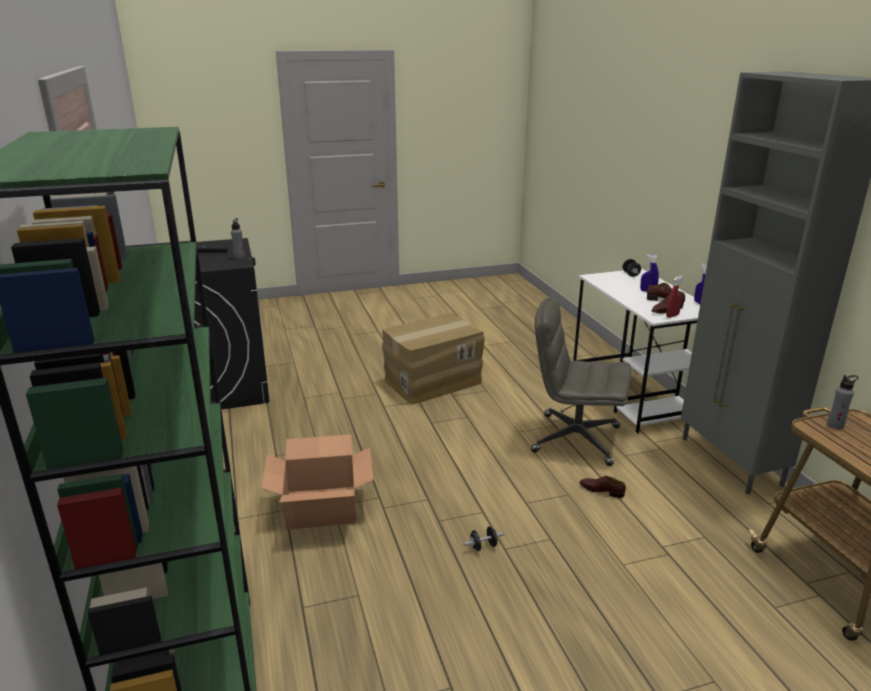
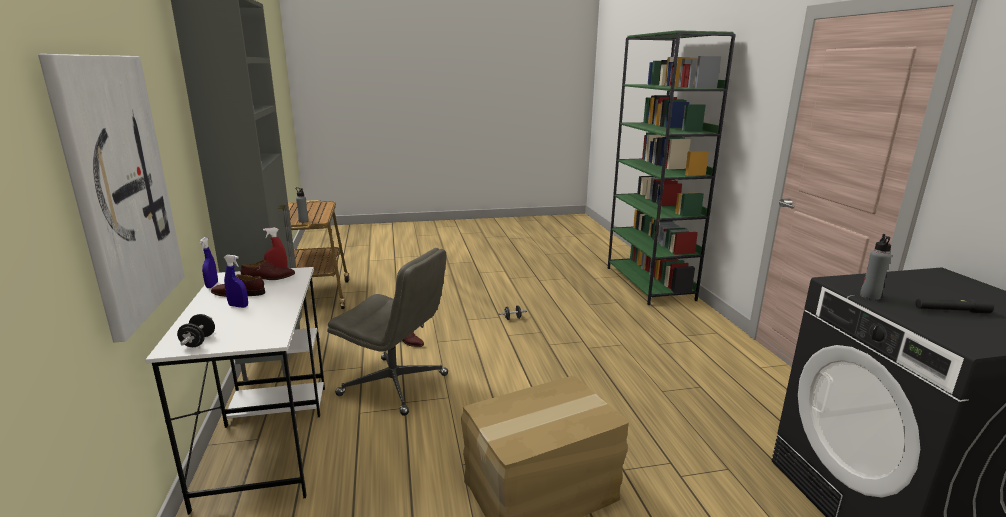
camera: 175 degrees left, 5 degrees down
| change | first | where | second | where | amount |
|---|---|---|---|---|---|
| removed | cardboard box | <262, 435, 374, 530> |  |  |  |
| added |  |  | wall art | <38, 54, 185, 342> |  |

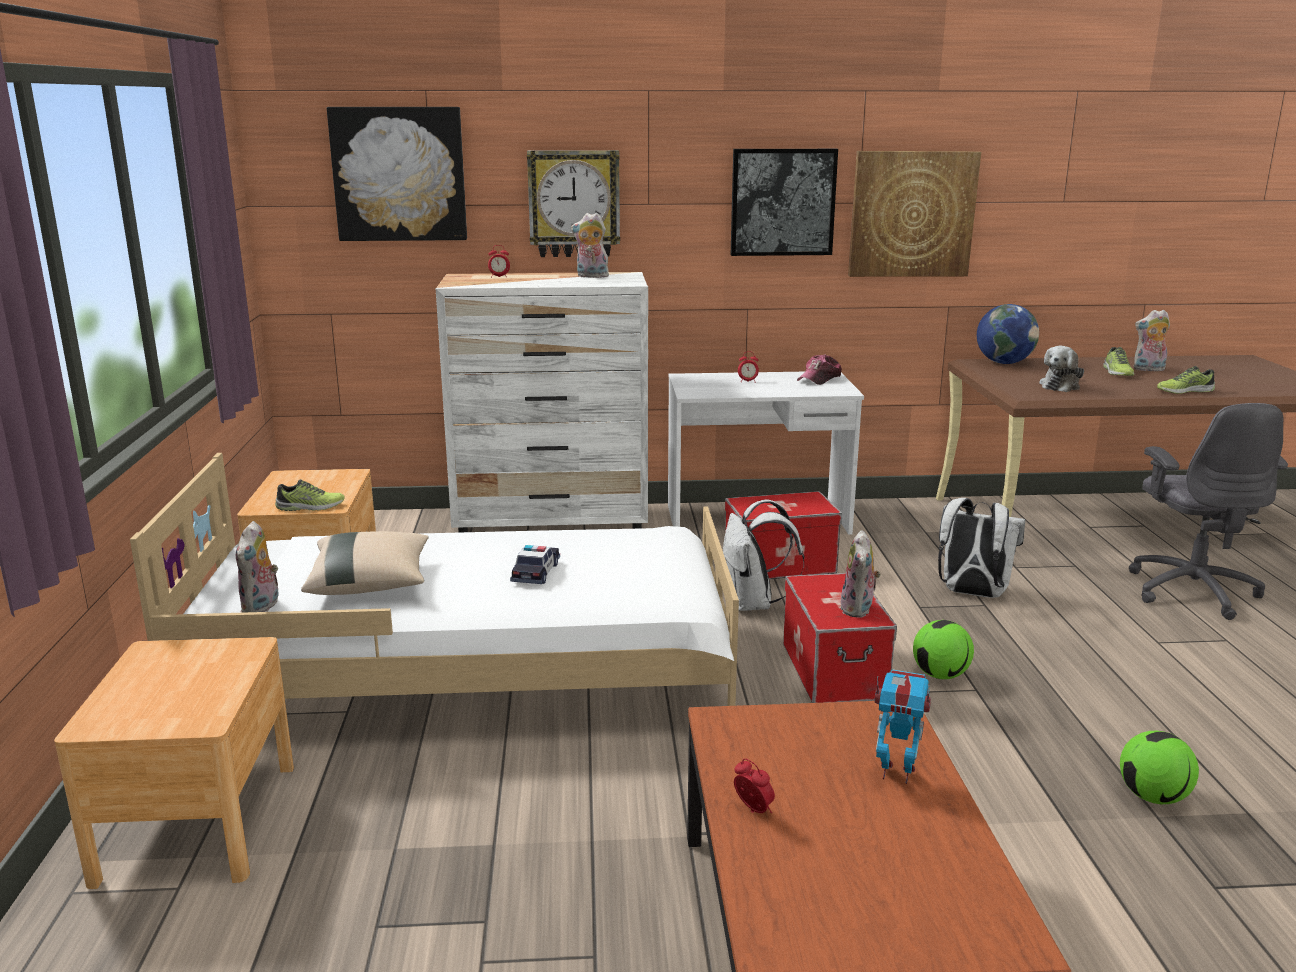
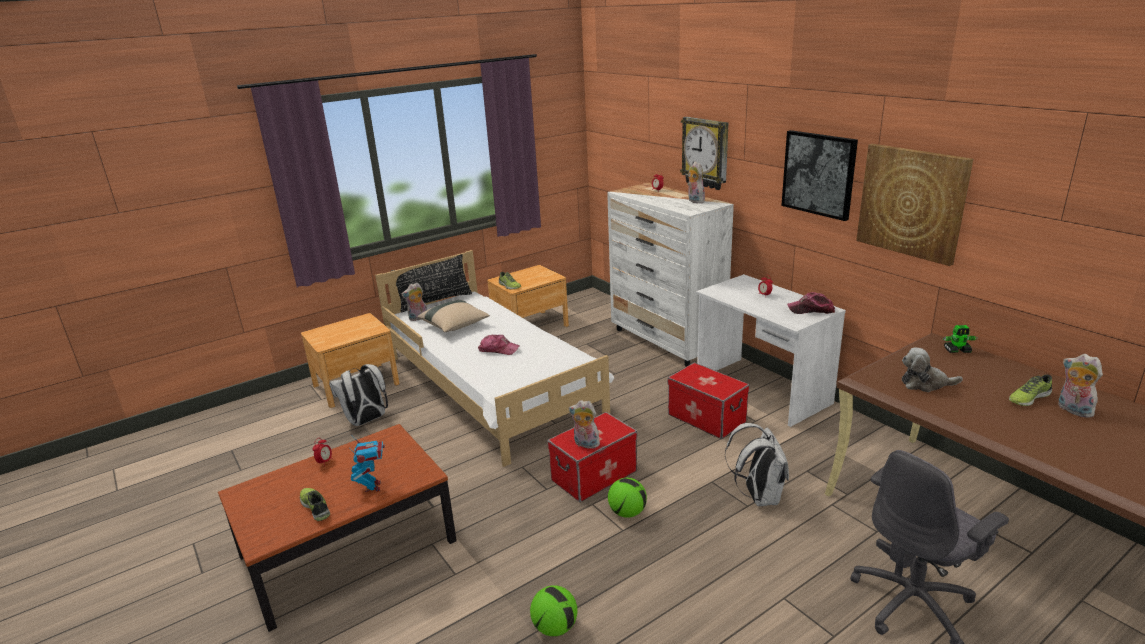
camera: 60 degrees right, 5 degrees up
| change | first | where | second | where | amount |
|---|---|---|---|---|---|
| removed | wall art | <327, 107, 467, 241> |  |  |  |
| replaced | model car | <510, 545, 560, 584> | peaked cap | <478, 335, 520, 355> |  |
| moved | white backpack | <723, 499, 804, 611> |  | <329, 364, 388, 426> |  |
| turned | cuddly toy | <840, 530, 881, 618> |  | <569, 400, 600, 449> | 45 degrees clockwise |
| replaced | desk globe | <977, 304, 1039, 364> | robot figure | <943, 325, 978, 353> |  |
| moved | item of footwear | <1157, 366, 1215, 394> |  | <300, 488, 330, 521> |  |
| added |  |  | black pillow | <391, 254, 472, 312> |  |

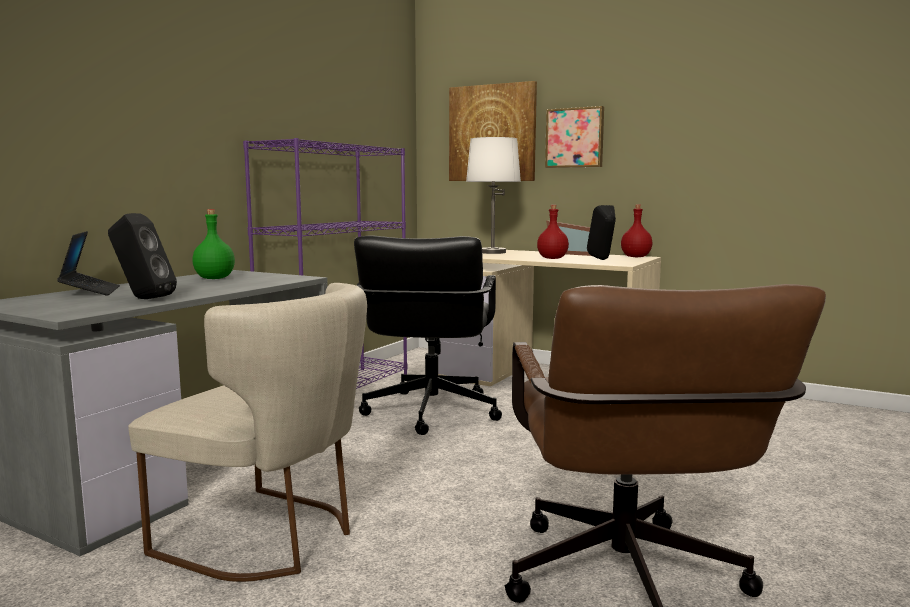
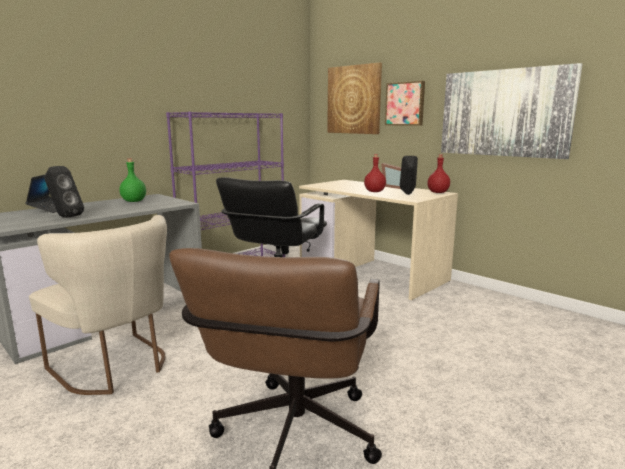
camera: 15 degrees right, 5 degrees up
| change | first | where | second | where | amount |
|---|---|---|---|---|---|
| removed | white table lamp | <466, 137, 521, 254> |  |  |  |
| added |  |  | wall art | <441, 63, 583, 159> |  |

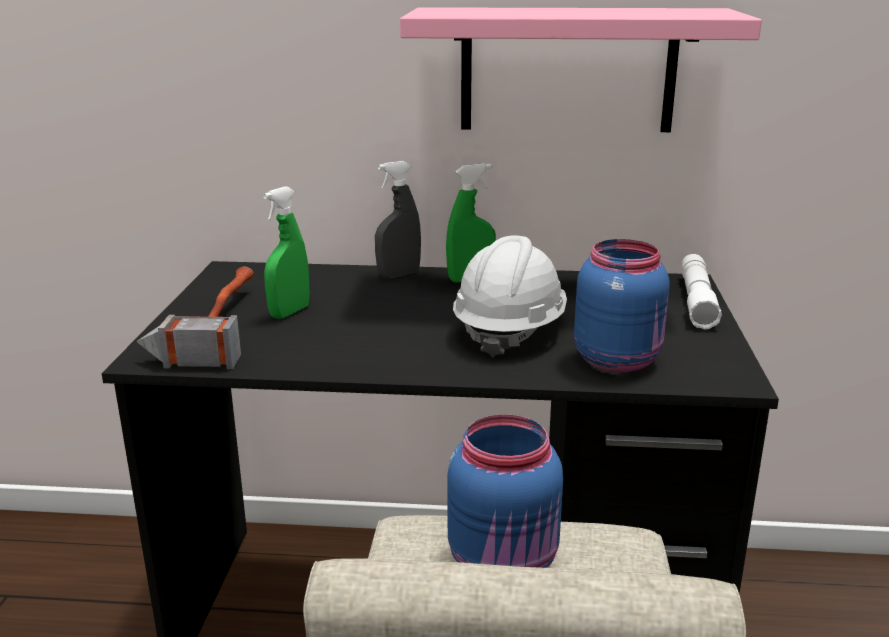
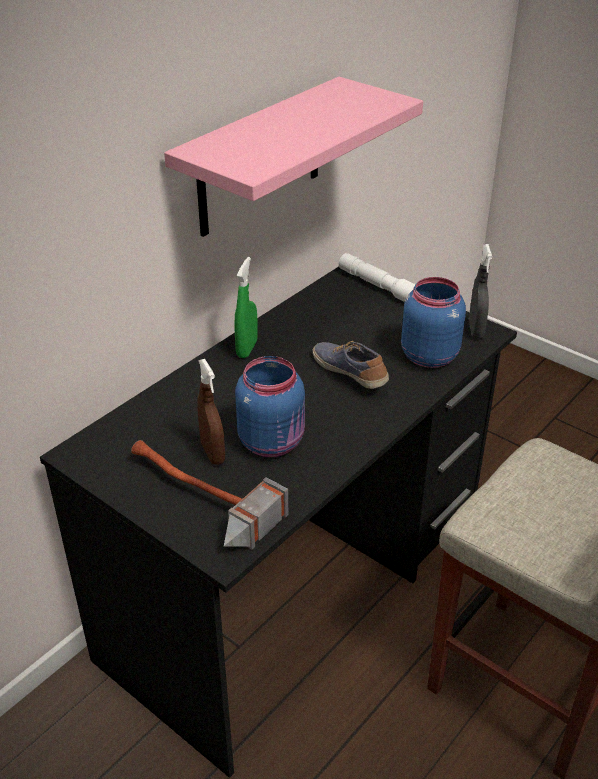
camera: 55 degrees left, 15 degrees up
| change | first | where | second | where | amount |
|---|---|---|---|---|---|
| recoloured | green-coloured sprayer | <263, 186, 310, 319> | brown sprayer | <198, 359, 225, 465> |  |
| moved | greyish sprayer | <375, 161, 421, 279> |  | <469, 244, 492, 339> |  |
| moved | blue-coloured preserve jar | <448, 414, 563, 568> |  | <235, 356, 305, 457> |  |
| replaced | white work helmet | <453, 235, 567, 358> | item of footwear | <313, 341, 389, 389> |  |

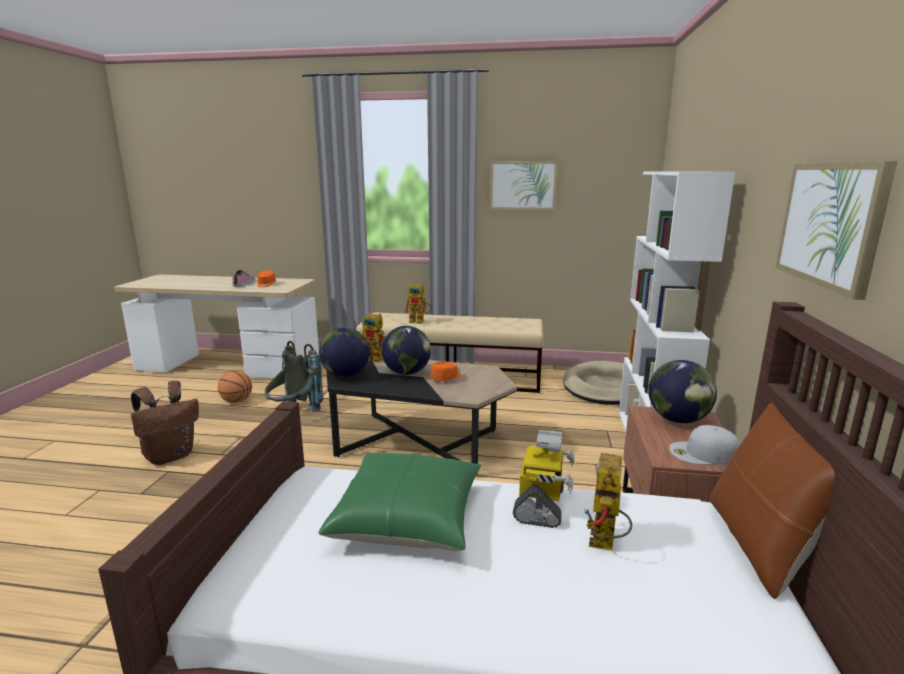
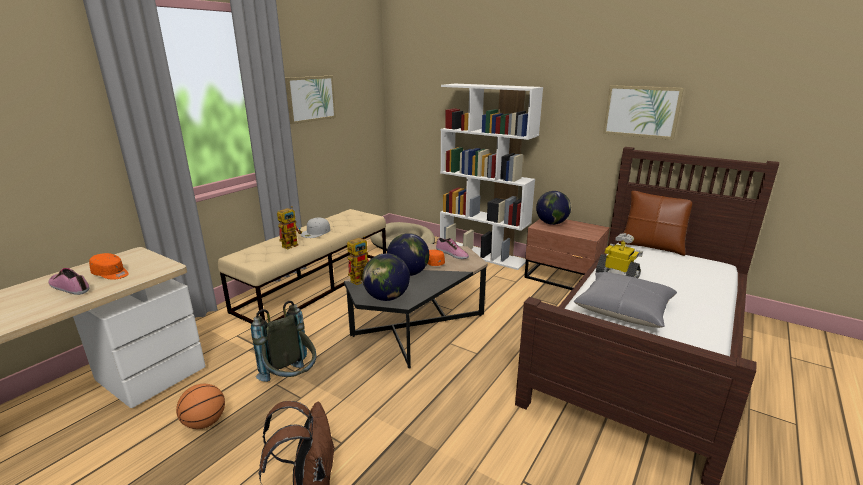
camera: 65 degrees left, 5 degrees up
| change | first | where | second | where | amount |
|---|---|---|---|---|---|
| recoloured | green-coloured pillow | <319, 453, 481, 551> | greyish pillow | <574, 272, 677, 328> |  |
| removed | robot figure | <584, 453, 632, 551> |  |  |  |
| moved | white peaked cap | <669, 425, 740, 465> |  | <300, 217, 330, 238> |  |
| added |  |  | item of footwear | <436, 238, 469, 259> |  |

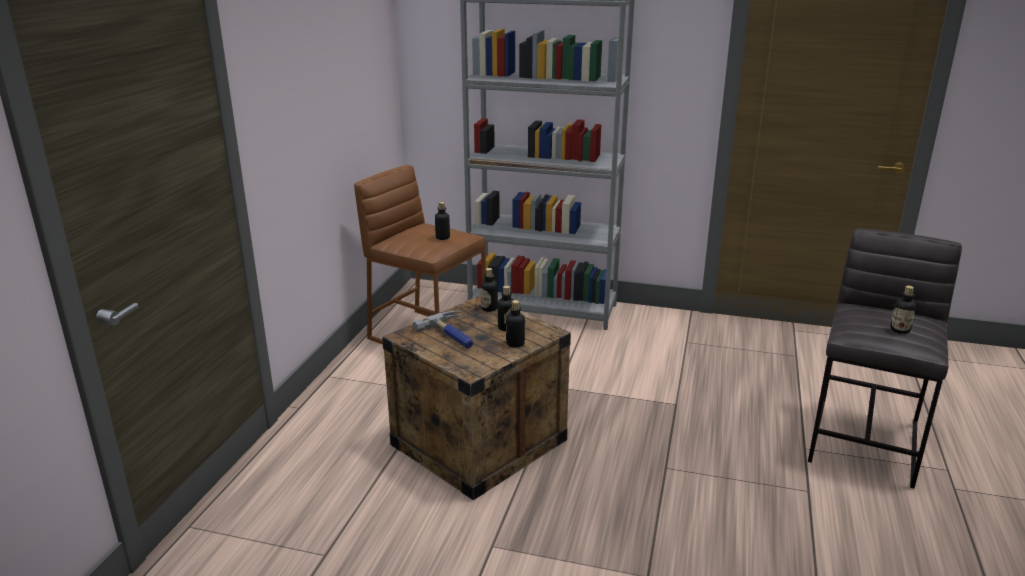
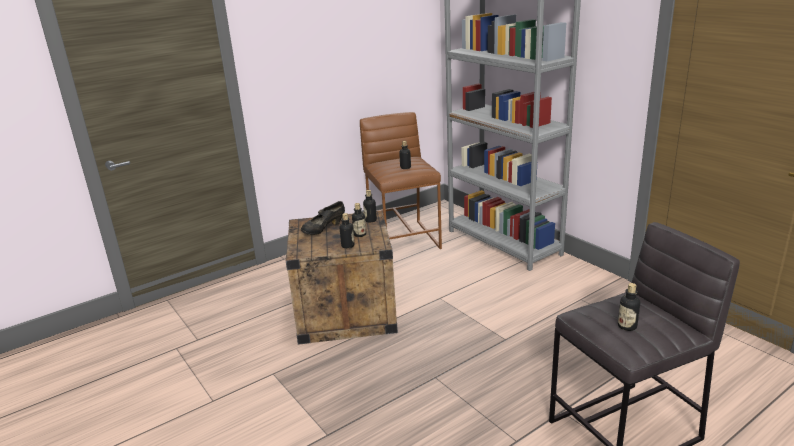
camera: 40 degrees right, 0 degrees up
| change | first | where | second | where | amount |
|---|---|---|---|---|---|
| replaced | hand hammer | <412, 311, 473, 349> | black item of footwear | <301, 201, 345, 235> |  |

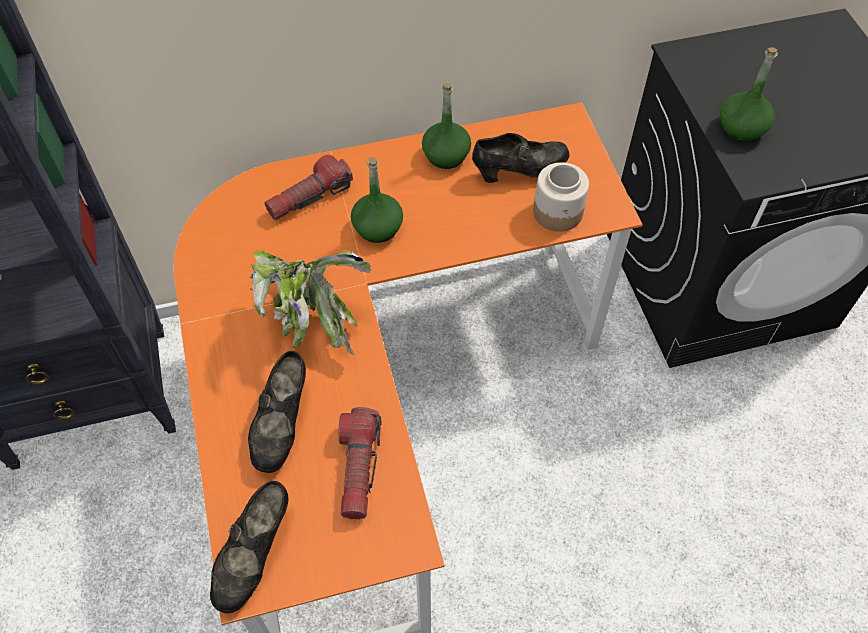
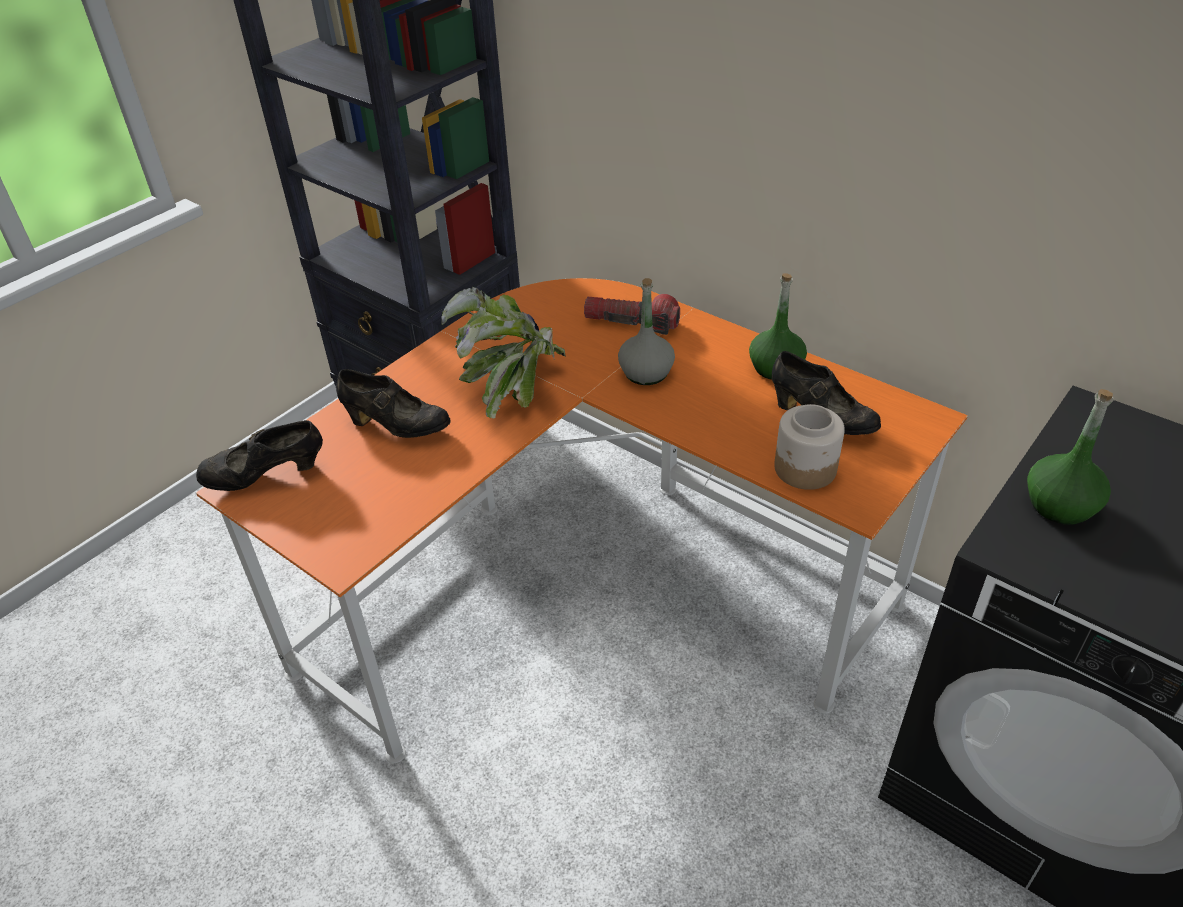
camera: 55 degrees right, 15 degrees down
| change | first | where | second | where | amount |
|---|---|---|---|---|---|
| turned | black item of footwear | <248, 351, 306, 473> |  | <336, 369, 451, 438> | 135 degrees counterclockwise |
| removed | hand torch | <338, 407, 382, 519> |  |  |  |
| recoloured | green-coloured drink bottle | <351, 157, 403, 243> | greyish drink bottle | <618, 278, 675, 385> |  |

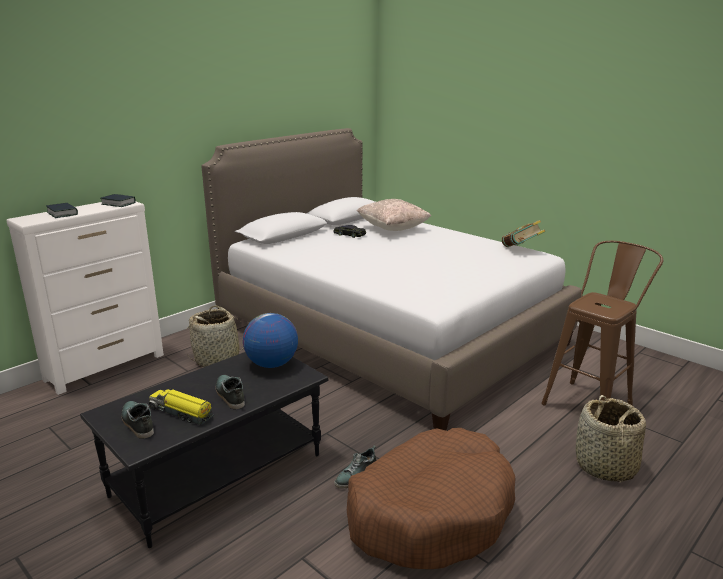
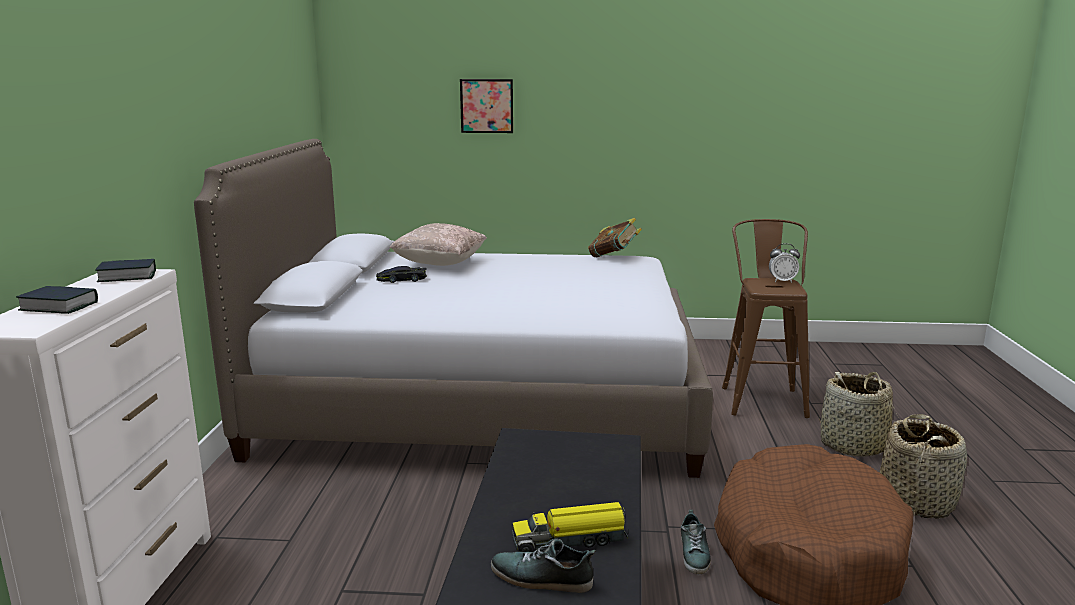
camera: 40 degrees left, 5 degrees down
| change | first | where | second | where | amount |
|---|---|---|---|---|---|
| moved | storage basket | <186, 305, 246, 367> |  | <879, 414, 967, 519> |  |
| removed | item of footwear | <215, 375, 245, 409> |  |  |  |
| removed | desk globe | <243, 313, 298, 368> |  |  |  |
| added |  |  | wall art | <460, 79, 513, 133> |  |
| added |  |  | bedside clock | <769, 243, 800, 283> |  |

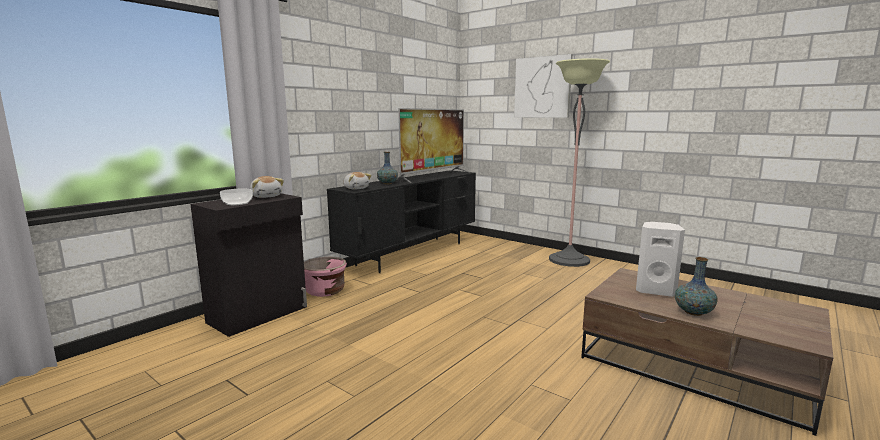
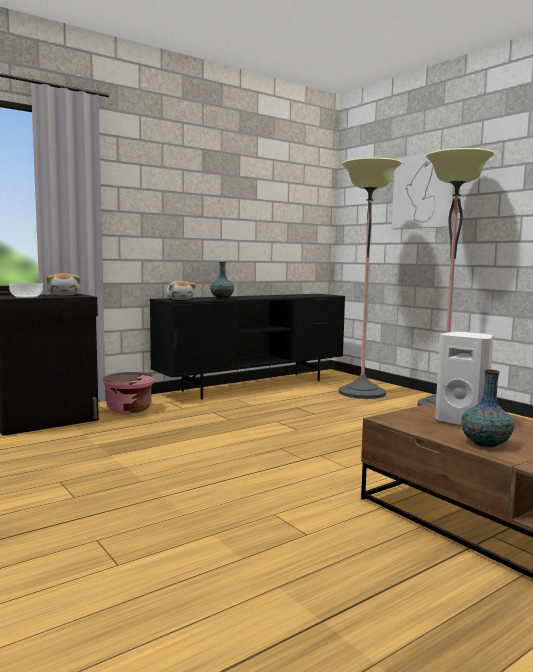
camera: 15 degrees right, 5 degrees down
| change | first | where | second | where | amount |
|---|---|---|---|---|---|
| removed | TV | <397, 108, 470, 183> |  |  |  |
| added |  |  | floor lamp | <339, 157, 402, 399> |  |

